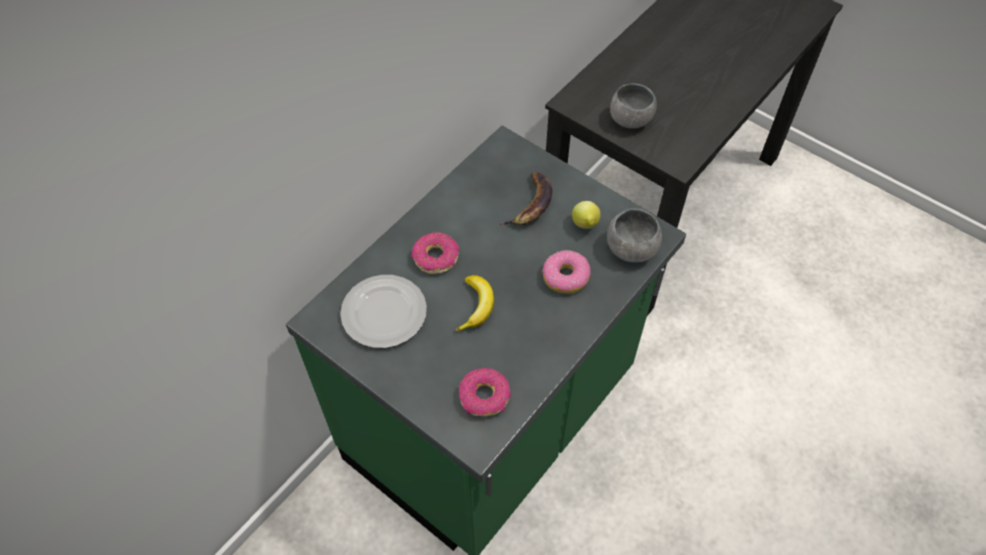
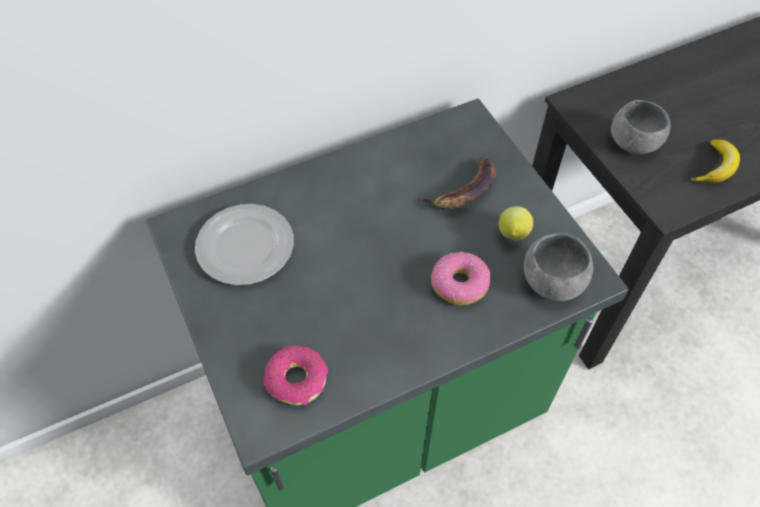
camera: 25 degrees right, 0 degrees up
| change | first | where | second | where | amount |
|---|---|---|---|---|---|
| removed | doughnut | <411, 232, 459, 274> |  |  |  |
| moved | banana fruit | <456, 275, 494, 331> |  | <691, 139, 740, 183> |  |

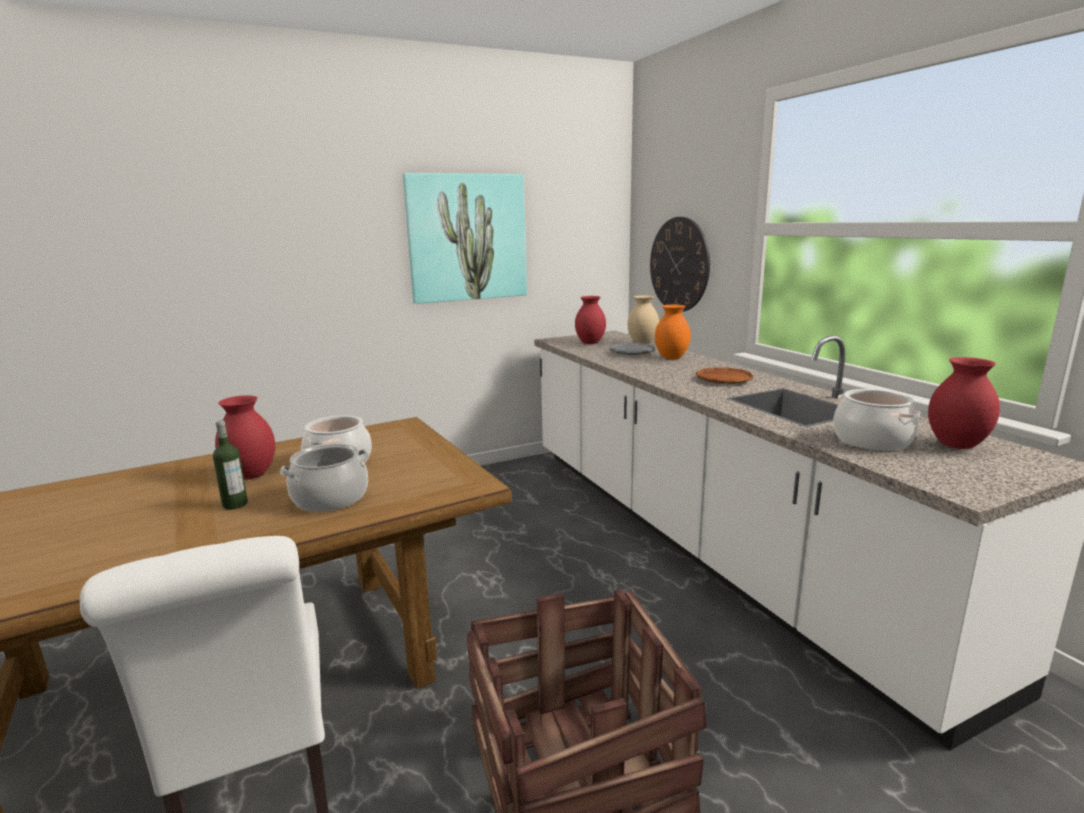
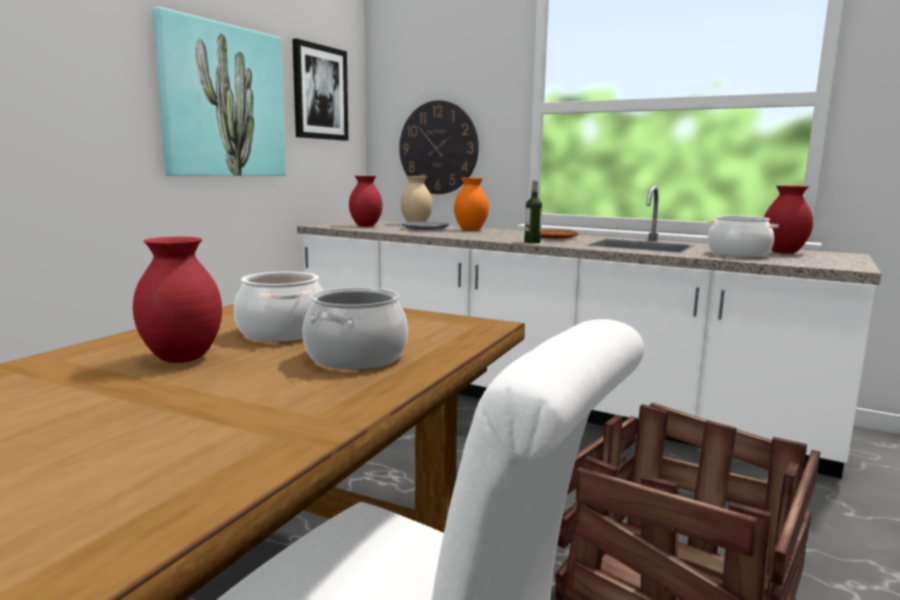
camera: 35 degrees left, 5 degrees down
| change | first | where | second | where | amount |
|---|---|---|---|---|---|
| moved | drink bottle | <213, 420, 248, 510> |  | <524, 181, 542, 243> |  |
| added |  |  | wall art | <292, 38, 348, 140> |  |

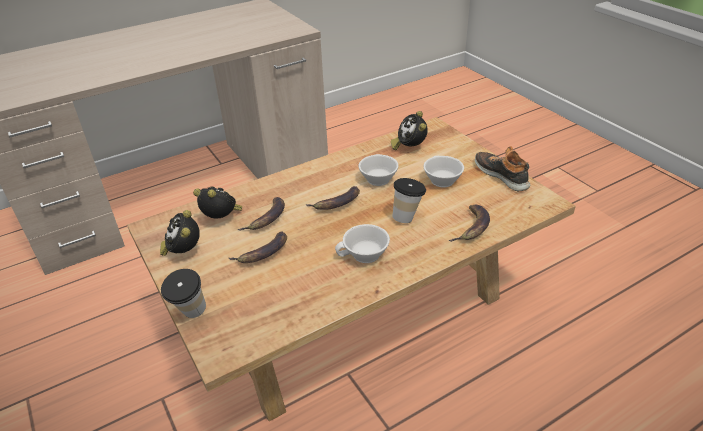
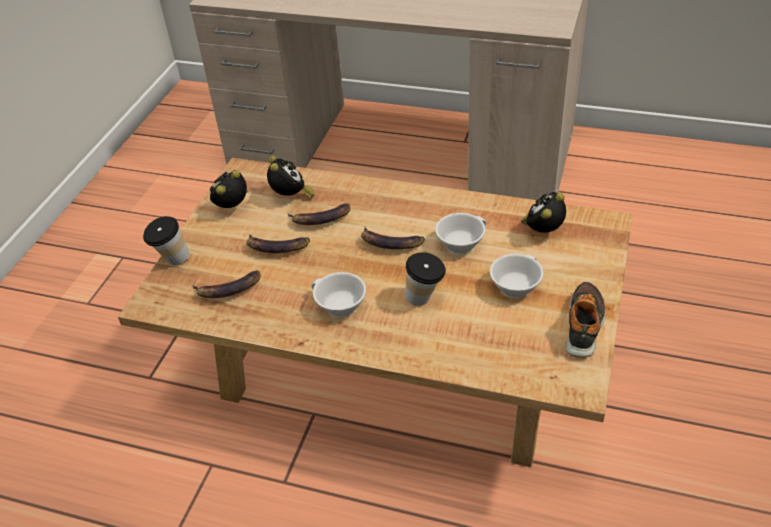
camera: 50 degrees right, 5 degrees up
| change | first | where | second | where | amount |
|---|---|---|---|---|---|
| moved | banana fruit | <449, 205, 490, 242> |  | <192, 270, 261, 298> |  |

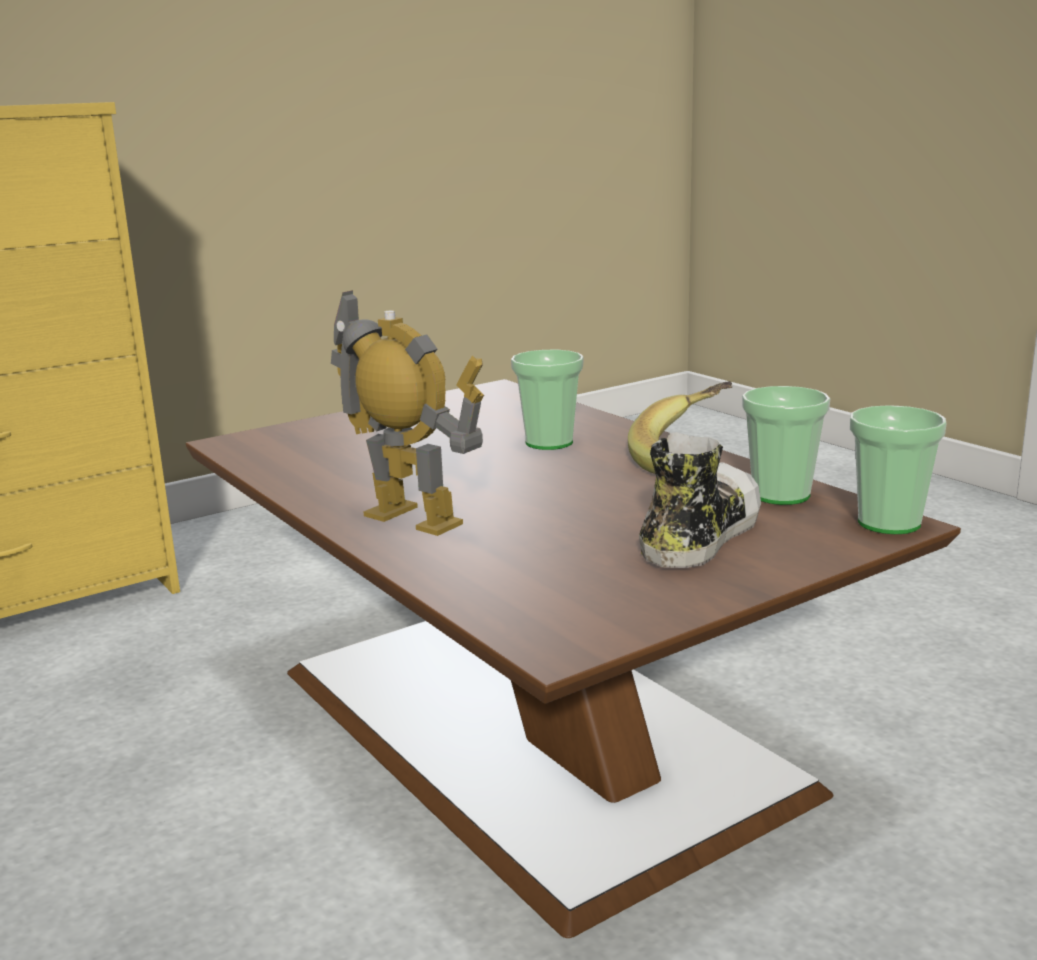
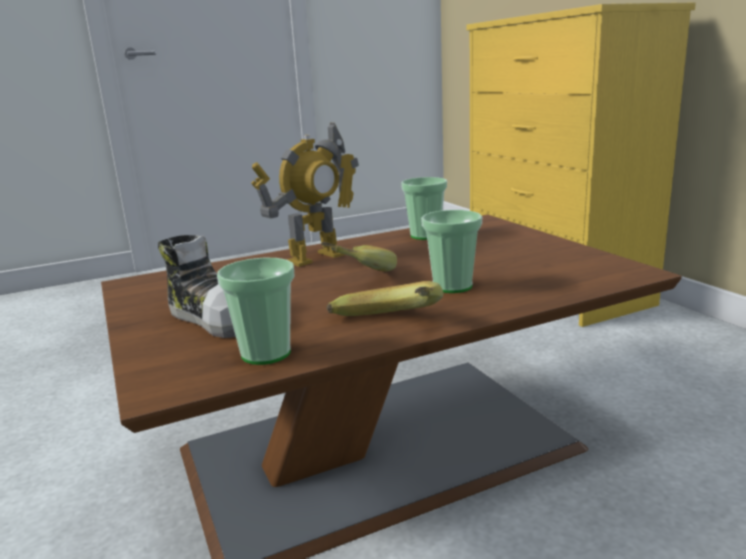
camera: 100 degrees right, 0 degrees up
| change | first | where | second | where | amount |
|---|---|---|---|---|---|
| moved | drinking cup | <850, 405, 947, 534> |  | <401, 177, 447, 240> |  |
| added |  |  | banana fruit | <321, 242, 397, 272> |  |

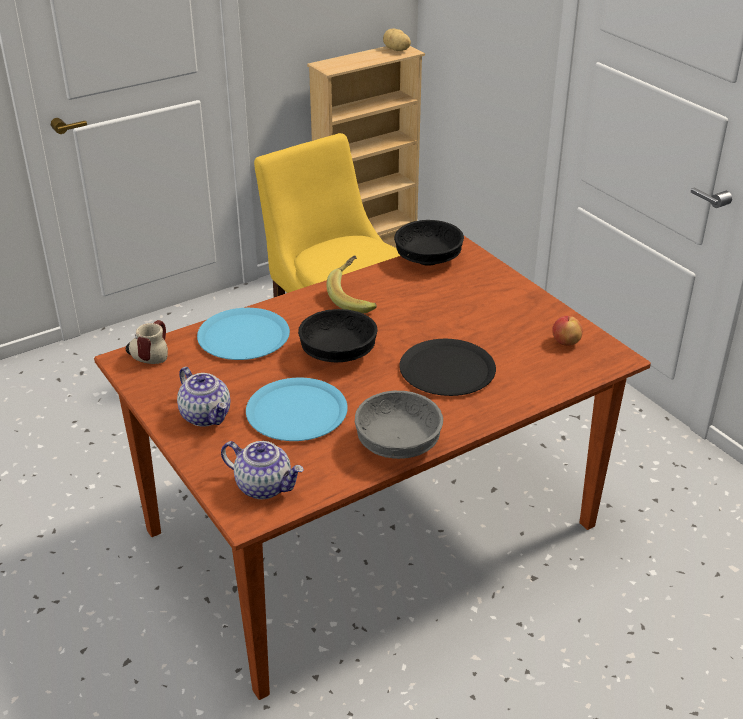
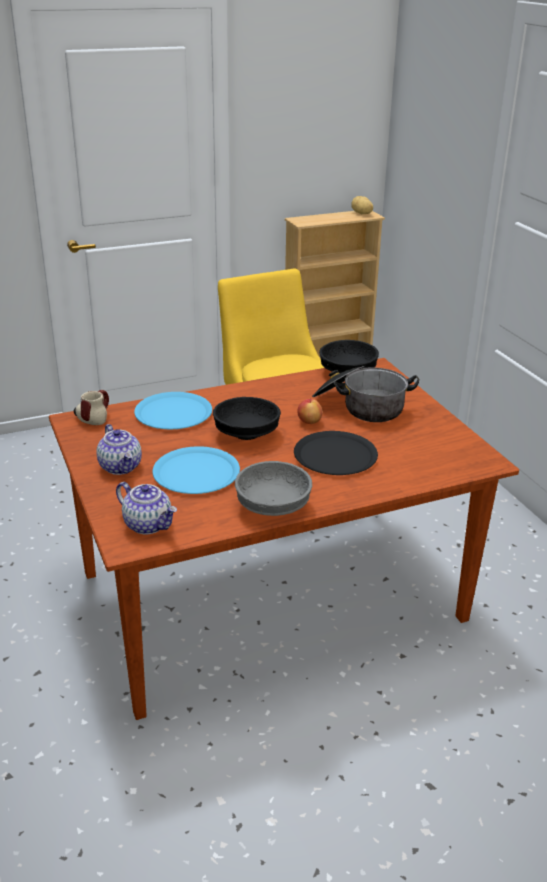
camera: 10 degrees right, 5 degrees down
| change | first | where | second | where | amount |
|---|---|---|---|---|---|
| removed | banana fruit | <326, 255, 377, 313> |  |  |  |
| moved | whole apple | <552, 316, 583, 346> |  | <297, 399, 323, 424> |  |
| added |  |  | cooking pot | <312, 366, 419, 422> |  |

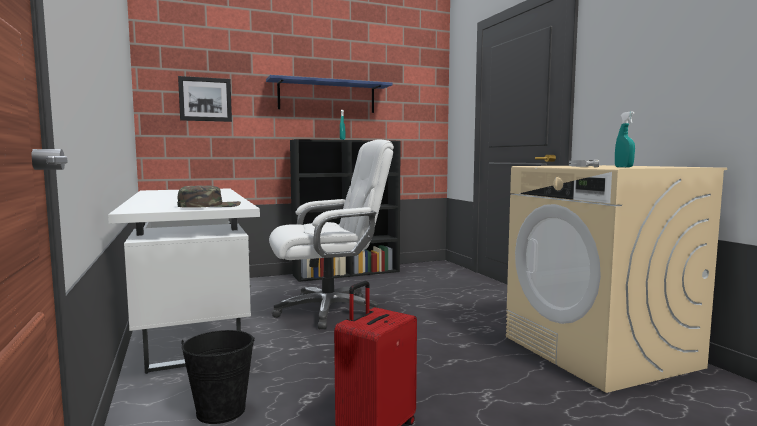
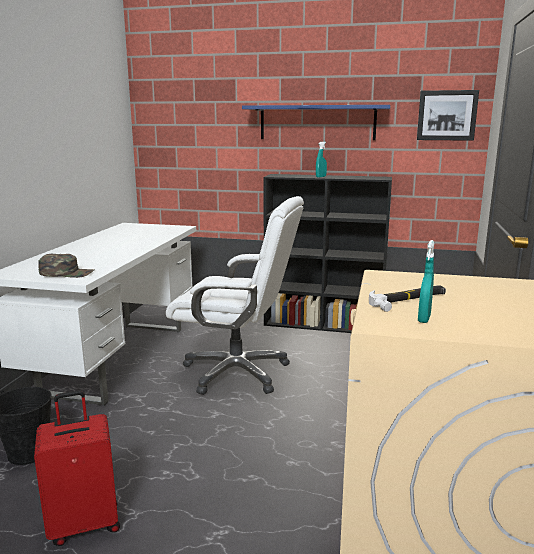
camera: 35 degrees right, 10 degrees up
| change | first | where | second | where | amount |
|---|---|---|---|---|---|
| moved | wall art | <178, 76, 232, 122> |  | <417, 90, 479, 141> |  |

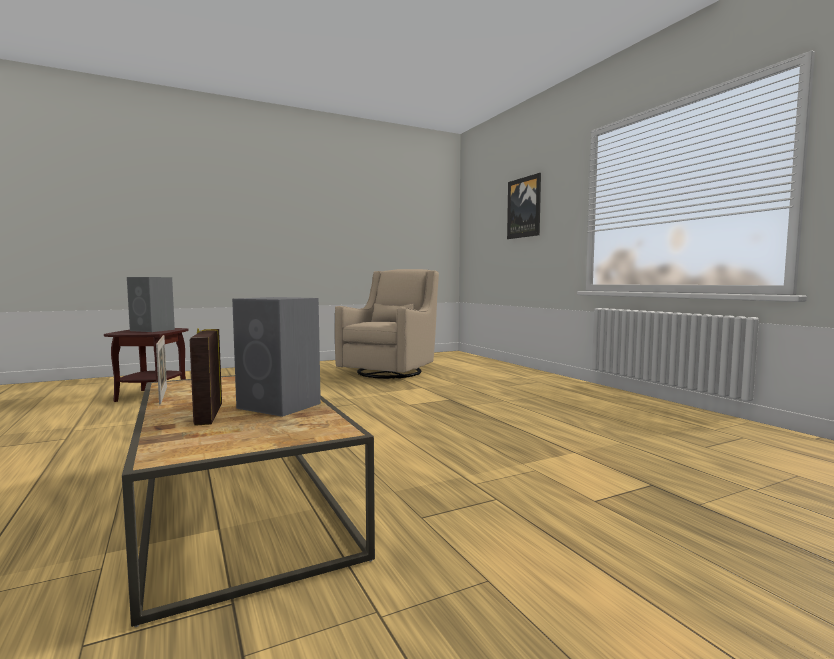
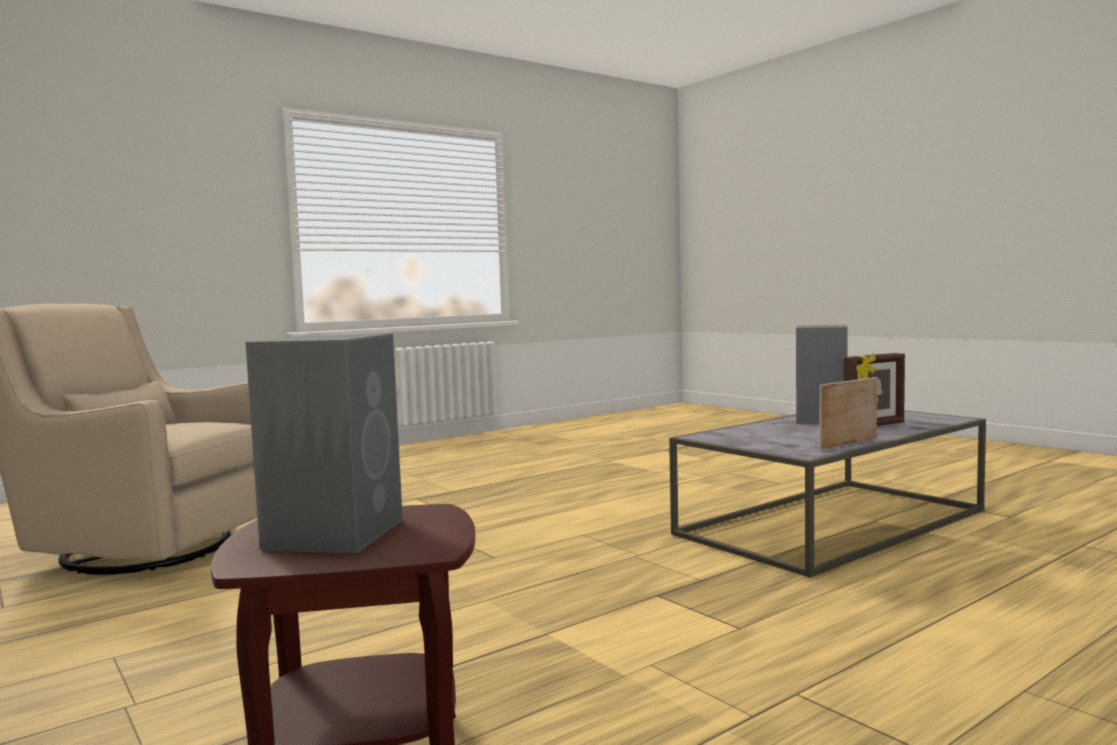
camera: 100 degrees left, 0 degrees up
| change | first | where | second | where | amount |
|---|---|---|---|---|---|
| recoloured | brown low table | <122, 375, 375, 627> | greyish low table | <669, 410, 986, 579> |  |
| removed | wall art | <507, 173, 541, 239> |  |  |  |

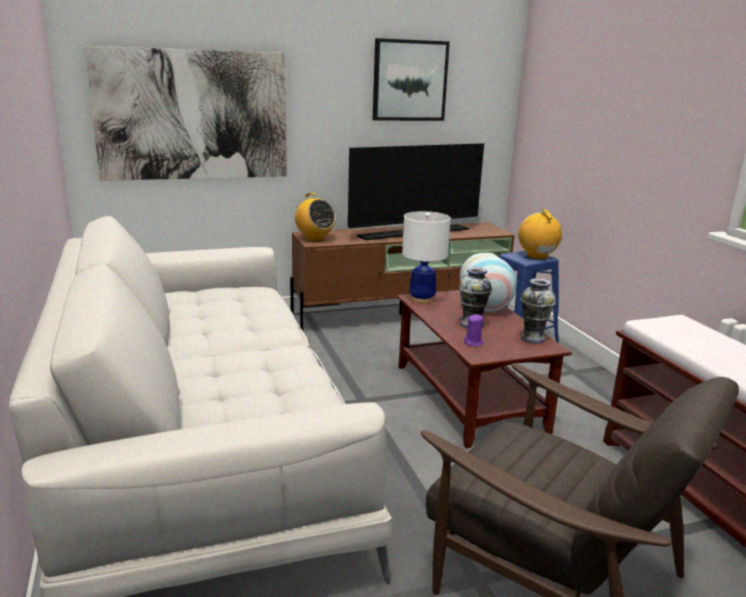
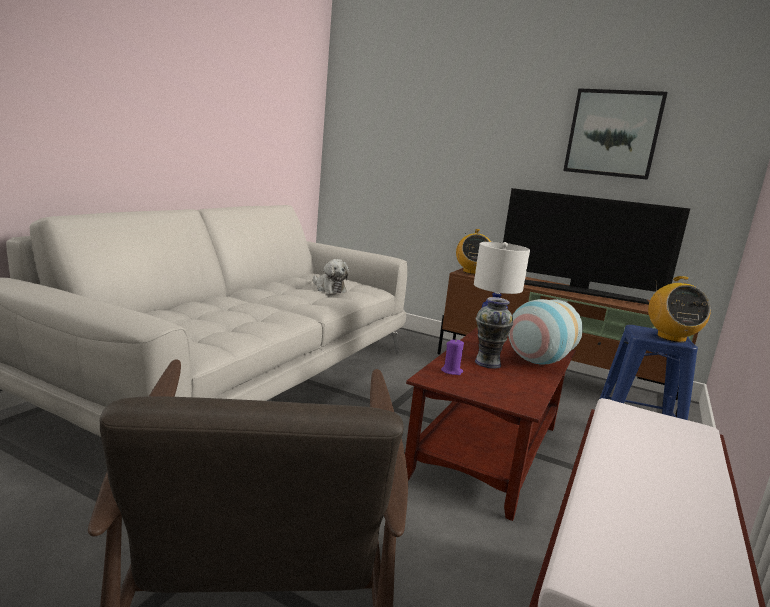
camera: 45 degrees right, 5 degrees down
| change | first | where | second | where | amount |
|---|---|---|---|---|---|
| removed | wall art | <85, 46, 287, 181> |  |  |  |
| turned | radio | <518, 209, 564, 260> |  | <648, 276, 711, 343> | 150 degrees clockwise |
| removed | flower vase | <521, 278, 556, 344> |  |  |  |
| added |  |  | cuddly toy | <313, 259, 349, 294> |  |

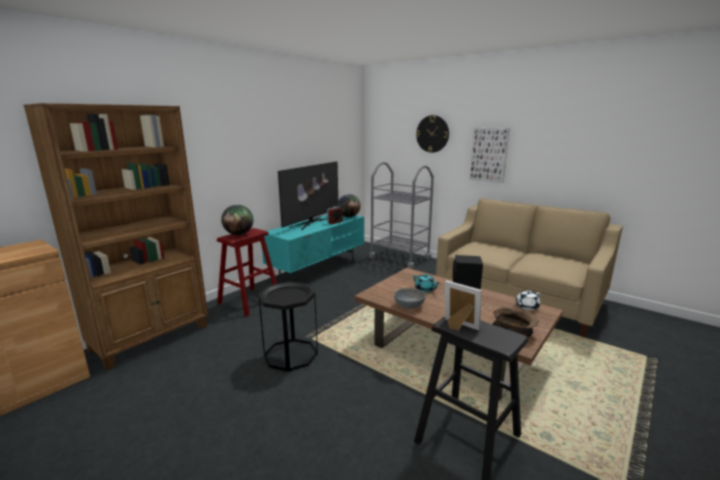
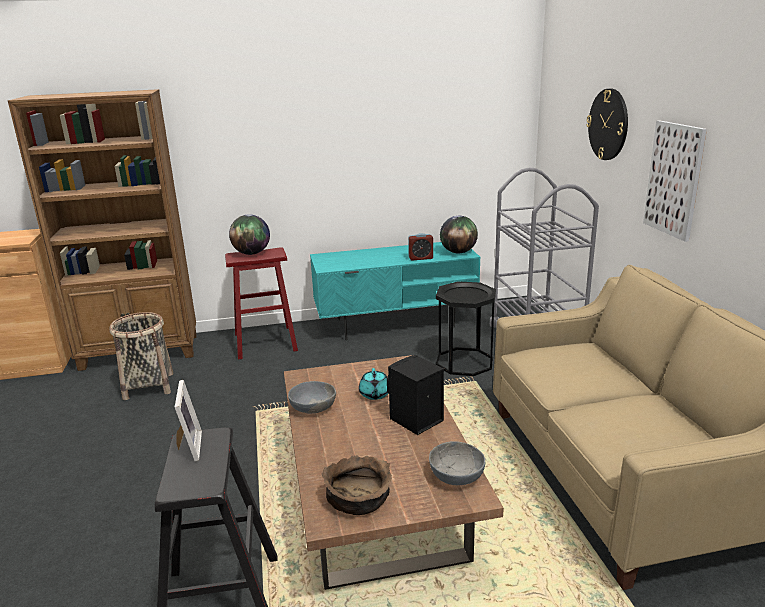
camera: 40 degrees right, 5 degrees up
| change | first | where | second | where | amount |
|---|---|---|---|---|---|
| moved | black accent table | <258, 282, 318, 371> |  | <436, 281, 496, 376> |  |
| removed | TV | <278, 162, 338, 230> |  |  |  |
| replaced | white tea pot | <515, 290, 541, 310> | greyish bowl | <429, 441, 485, 485> |  |
| added |  |  | storage basket | <109, 312, 174, 400> |  |

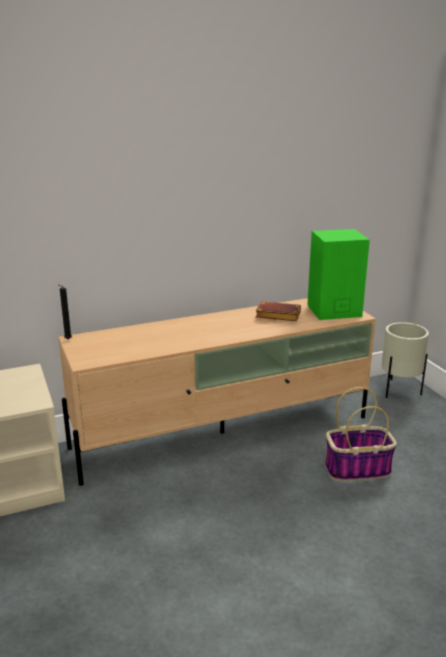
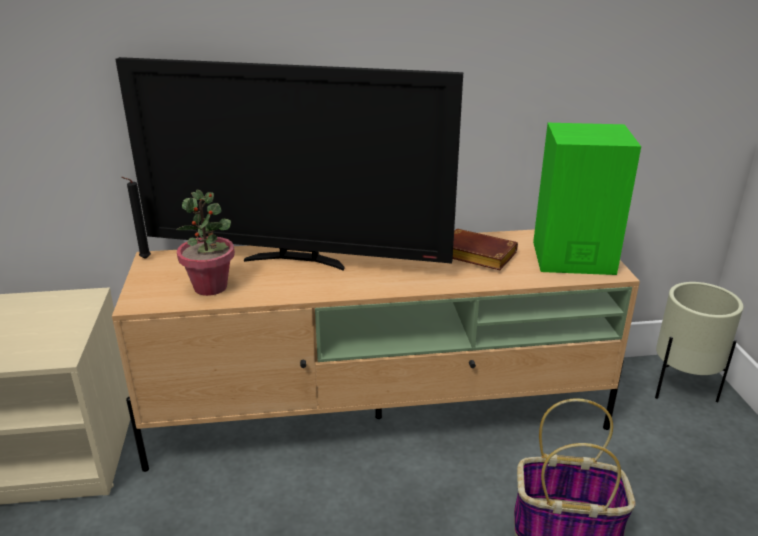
camera: 15 degrees right, 5 degrees up
| change | first | where | second | where | amount |
|---|---|---|---|---|---|
| added |  |  | TV | <115, 57, 463, 271> |  |
| added |  |  | potted plant | <176, 190, 235, 296> |  |

